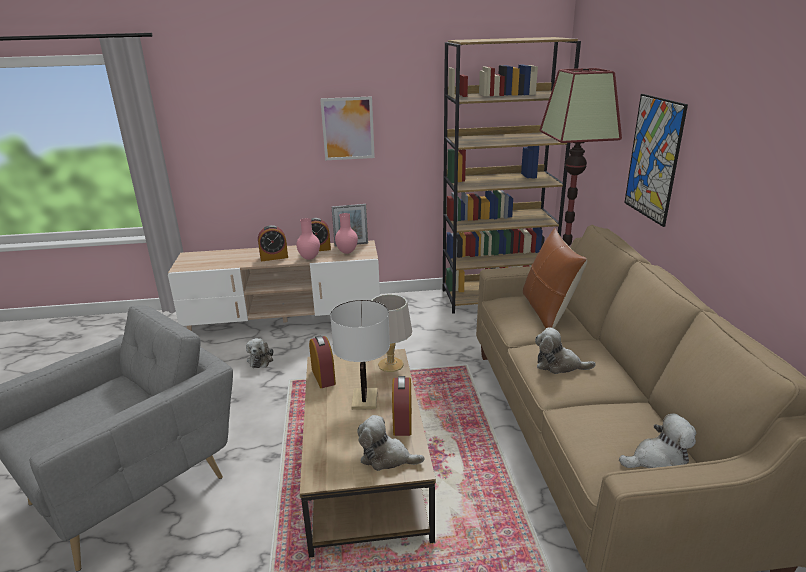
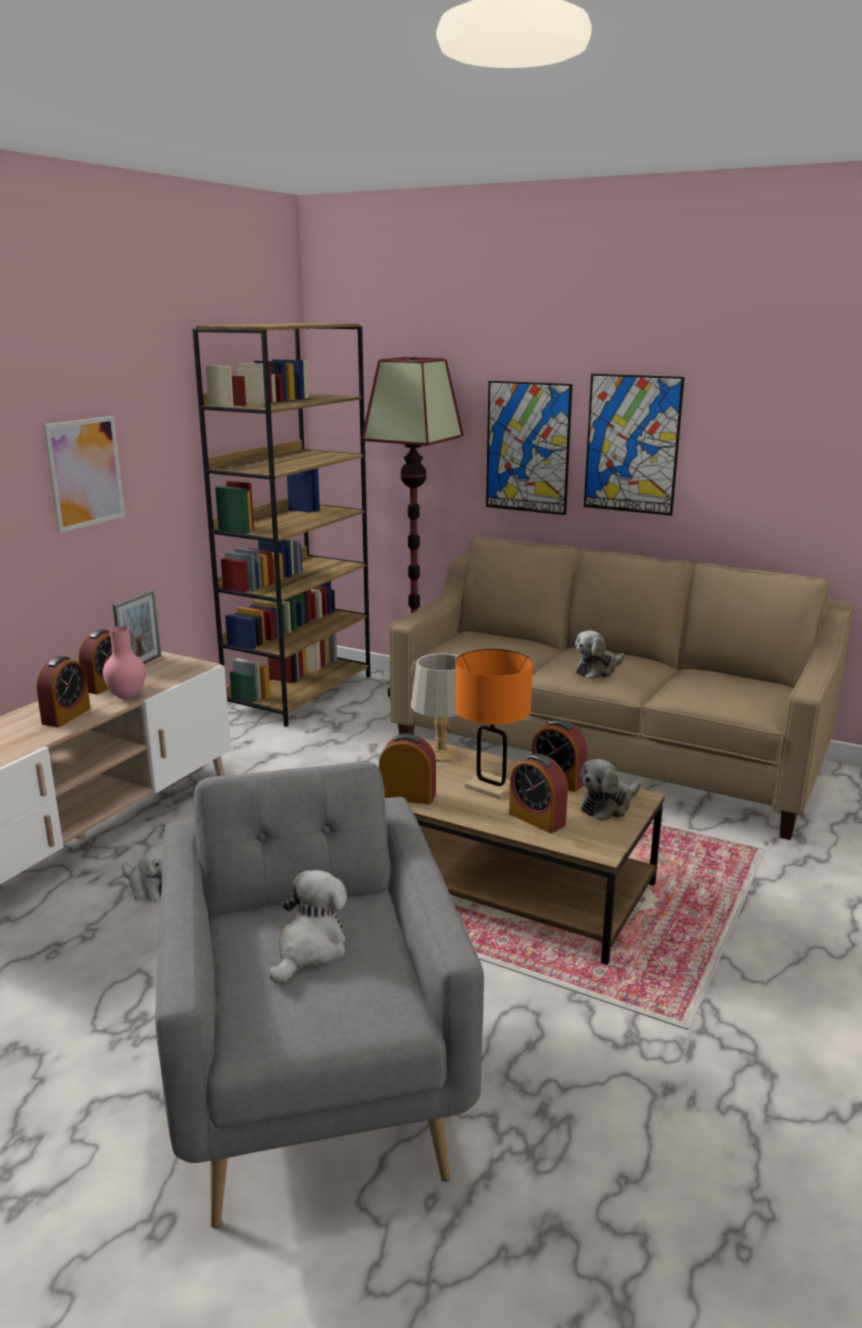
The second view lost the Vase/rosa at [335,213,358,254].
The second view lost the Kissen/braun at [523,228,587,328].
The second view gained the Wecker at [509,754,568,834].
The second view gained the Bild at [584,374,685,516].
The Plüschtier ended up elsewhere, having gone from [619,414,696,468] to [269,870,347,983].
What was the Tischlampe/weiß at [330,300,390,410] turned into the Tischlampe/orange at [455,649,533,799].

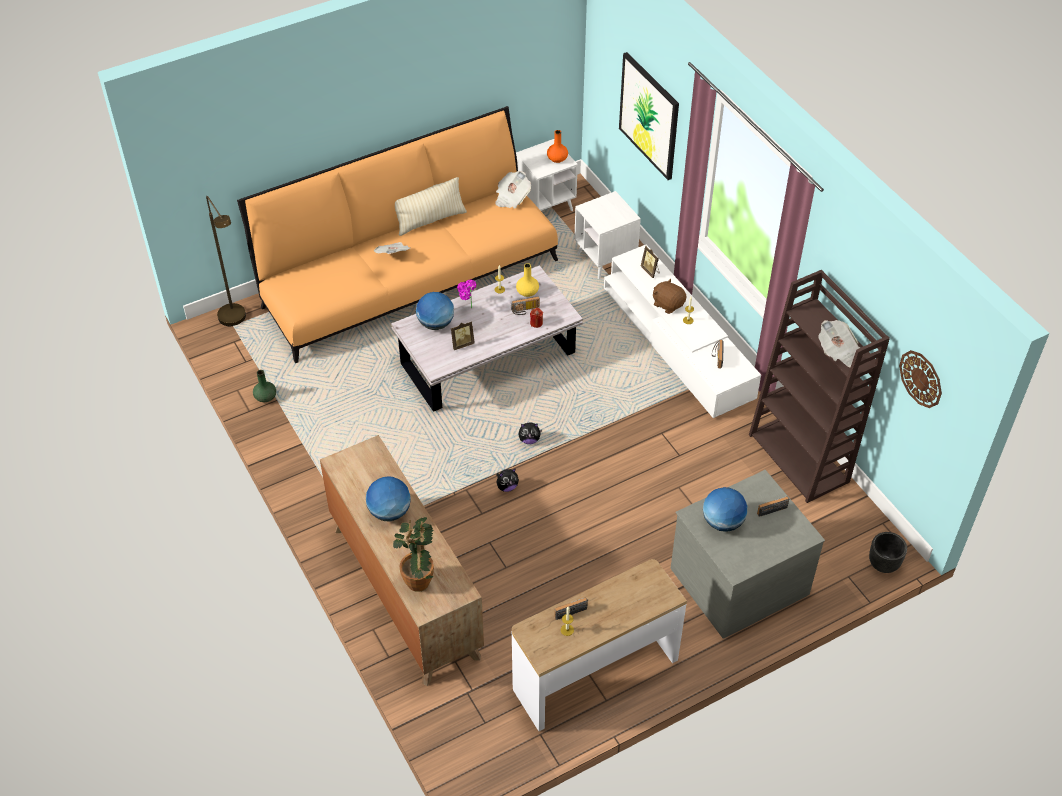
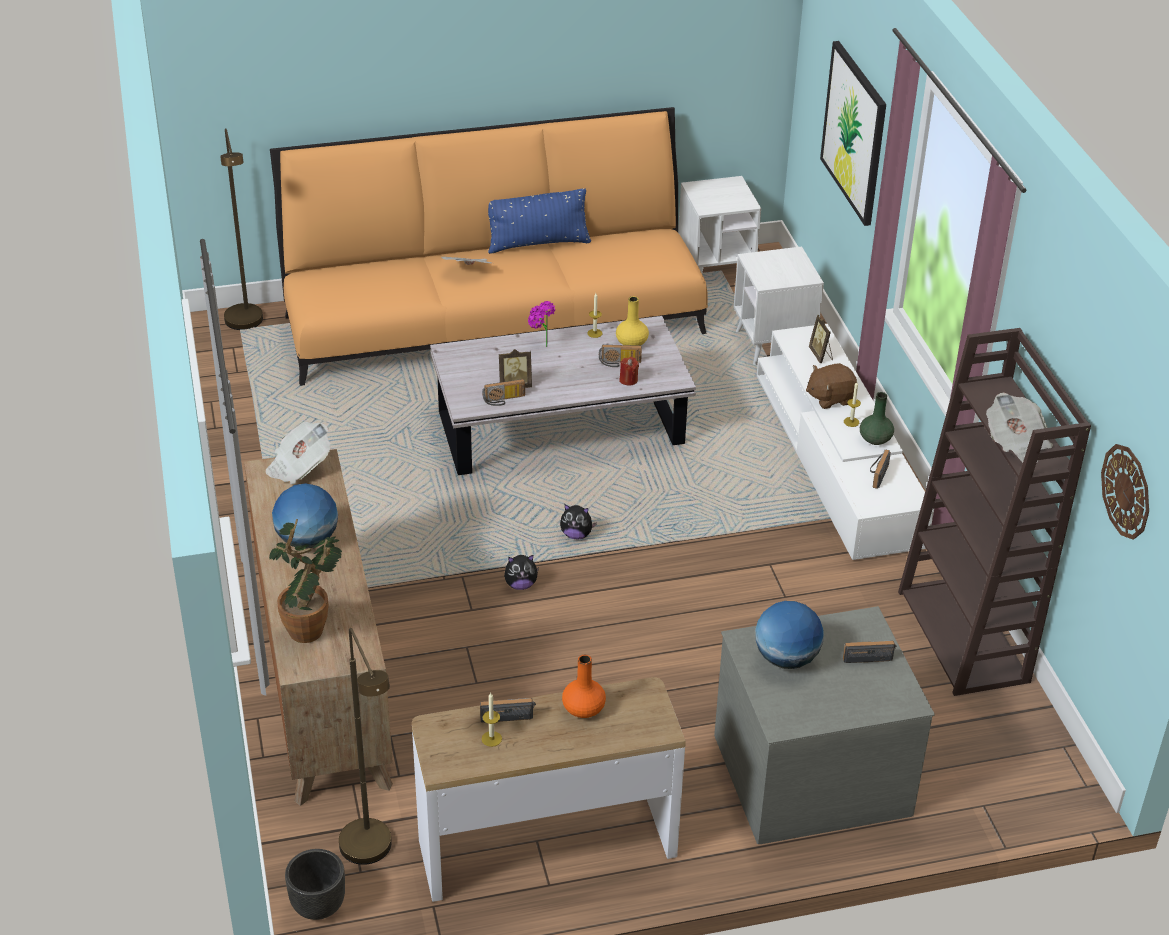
The second view lost the Globus at [416,292,454,330].
The second view gained the Stehlampe/braun at [339,628,392,865].
The second view gained the Radio at [482,379,525,406].
The Vase/grün ended up elsewhere, having gone from [253,370,276,402] to [860,392,894,445].
The Zeitung ended up elsewhere, having gone from [495,171,531,208] to [265,422,331,484].
The Vase/orange ended up elsewhere, having gone from [547,130,568,163] to [562,655,606,718].
The Pflanzkübel/schwarz ended up elsewhere, having gone from [869,532,907,573] to [285,849,345,920].
What was the Kissen/beige at [395,177,467,236] turned into the Kissen/blau at [488,189,591,254].
The Plüschtier/braun at [653,279,687,314] ended up facing another way, 75 degrees counterclockwise from before.

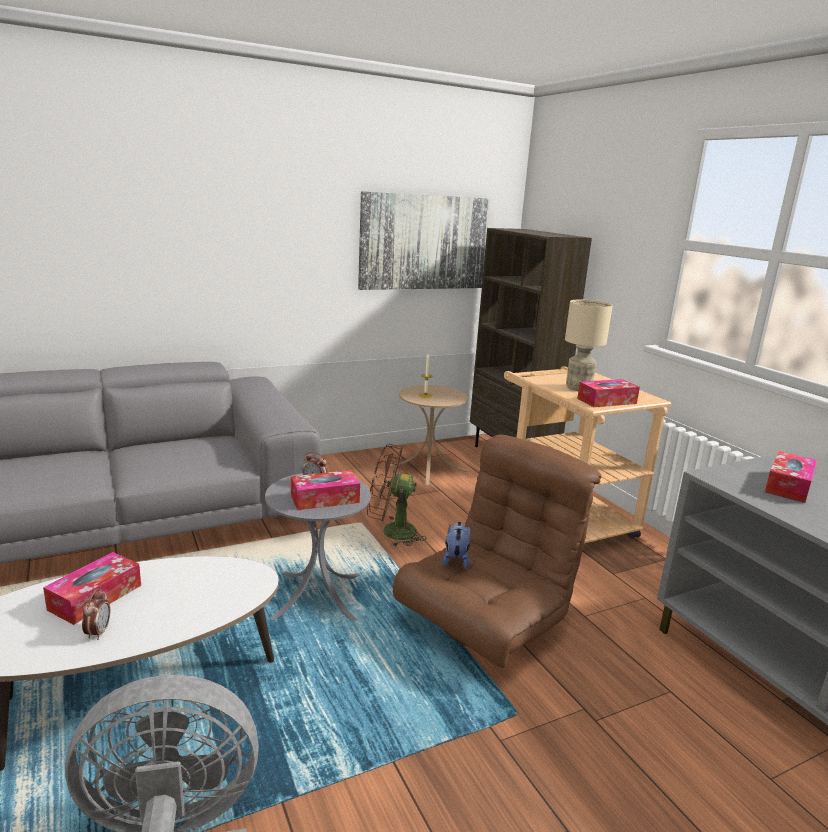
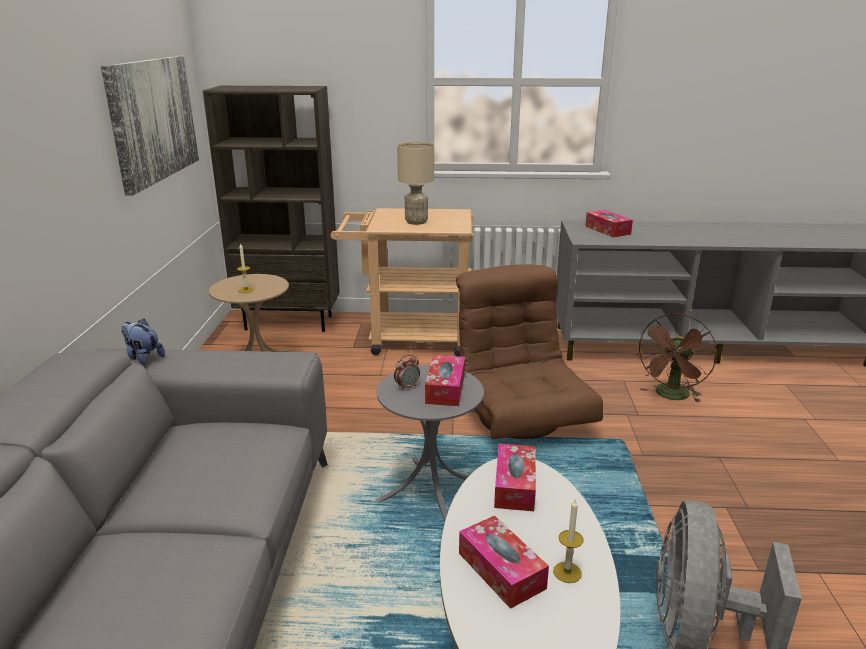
The Ventilator/braun ended up elsewhere, having gone from [367,444,426,547] to [636,313,717,403].
The Plüschtier ended up elsewhere, having gone from [443,522,470,569] to [121,319,165,365].
The Taschentuchbox ended up elsewhere, having gone from [577,379,640,407] to [494,444,536,511].
Where the Wecker stood at [82,589,110,640], the Kerze came to stand at [553,500,584,583].

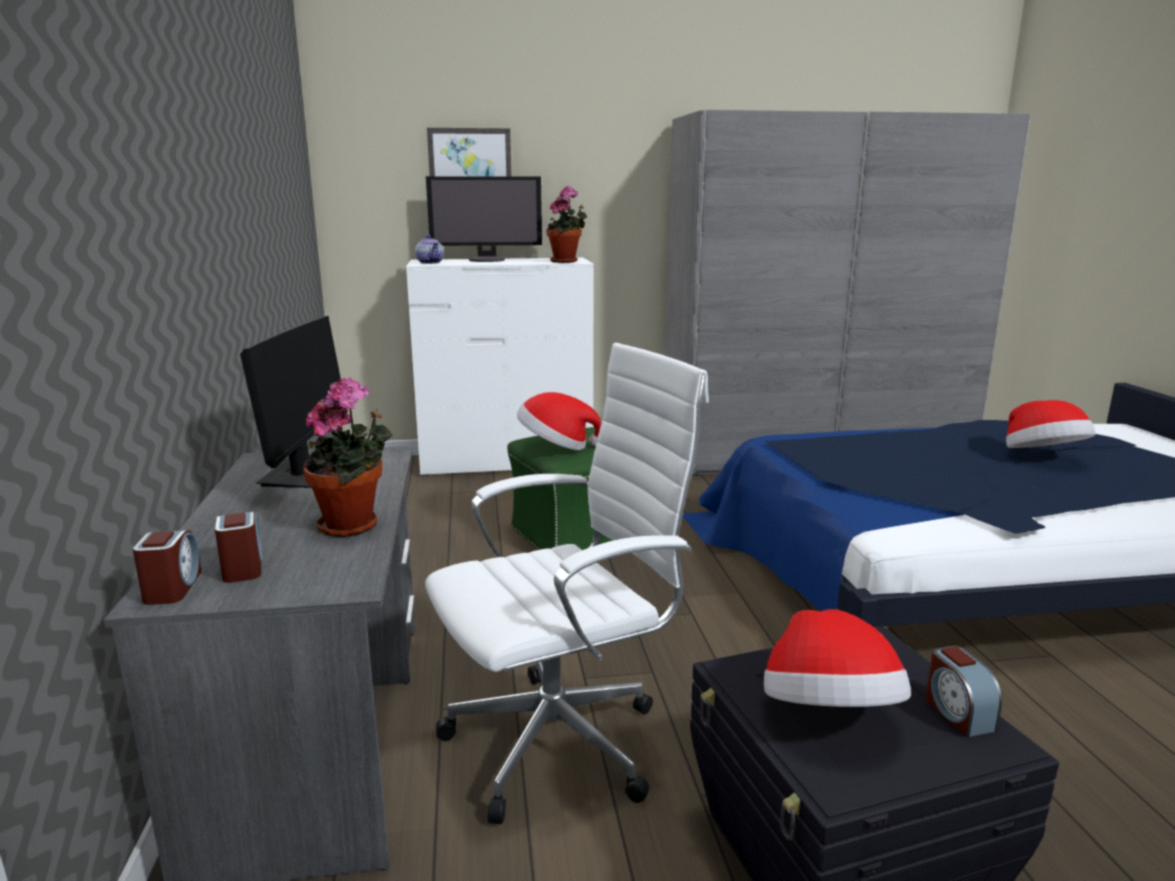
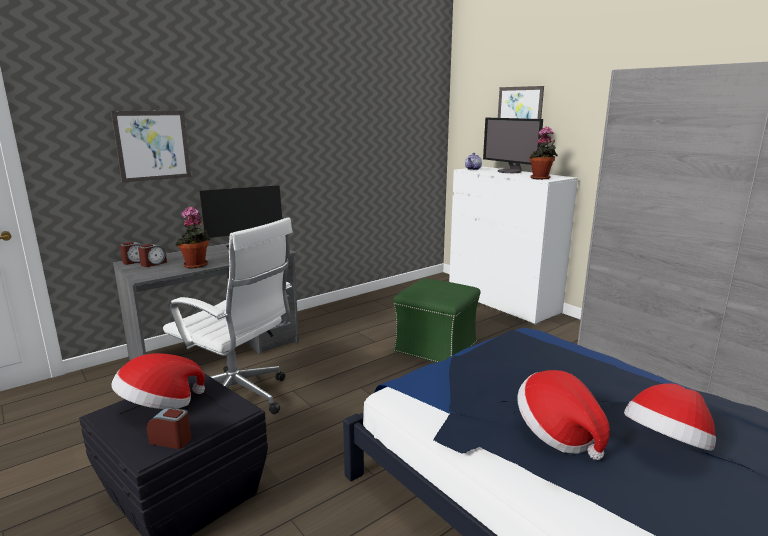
The second view gained the Bild at [111,111,191,183].
The Hut ended up elsewhere, having gone from [517,392,601,450] to [517,370,610,460].
The Wecker at [925,646,1002,737] ended up facing another way, 60 degrees clockwise from before.

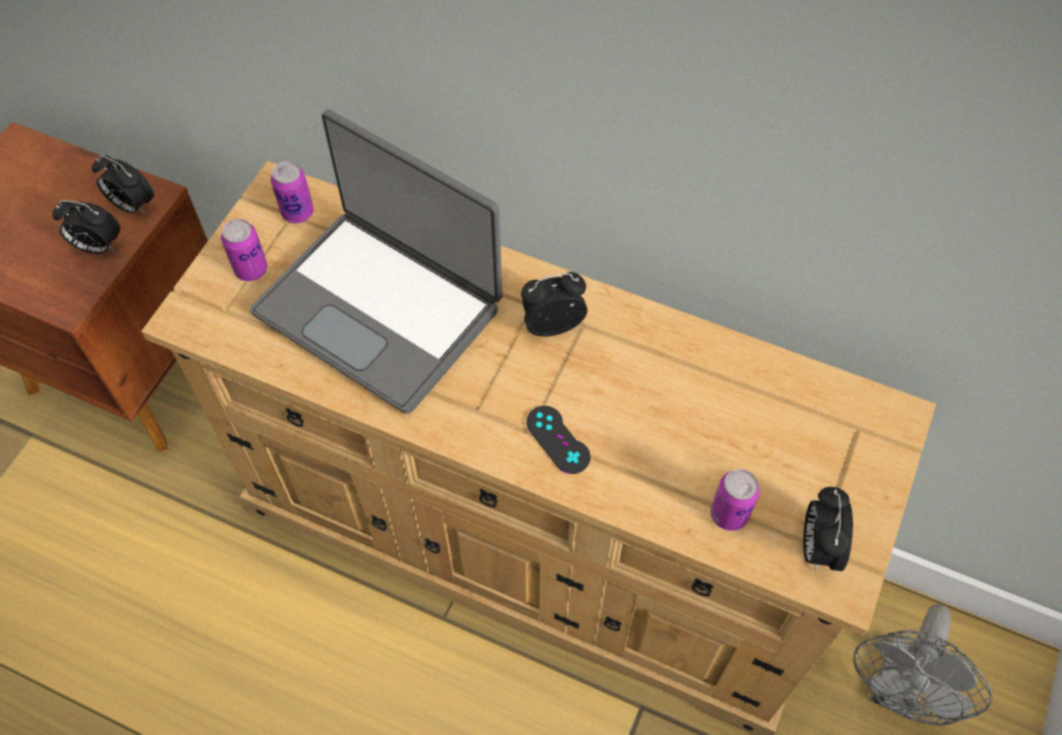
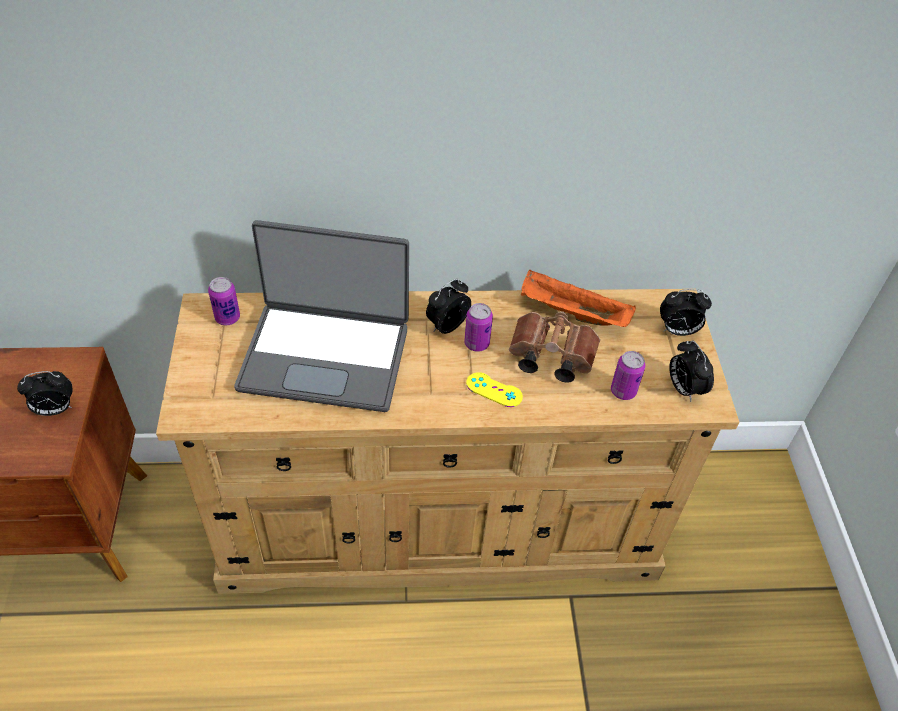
The second view lost the Ventilator/grau at [853,604,992,725].
The second view gained the Fernglas/braun at [509,311,600,383].
The second view gained the Tablett/orange at [521,269,636,327].
The Wecker ended up elsewhere, having gone from [92,155,154,214] to [660,289,712,336].
The Dose ended up elsewhere, having gone from [221,219,267,281] to [464,303,493,352].
What was the Gamepad/schwarz at [526,406,590,474] turned into the Gamepad/gelb at [466,372,523,407].

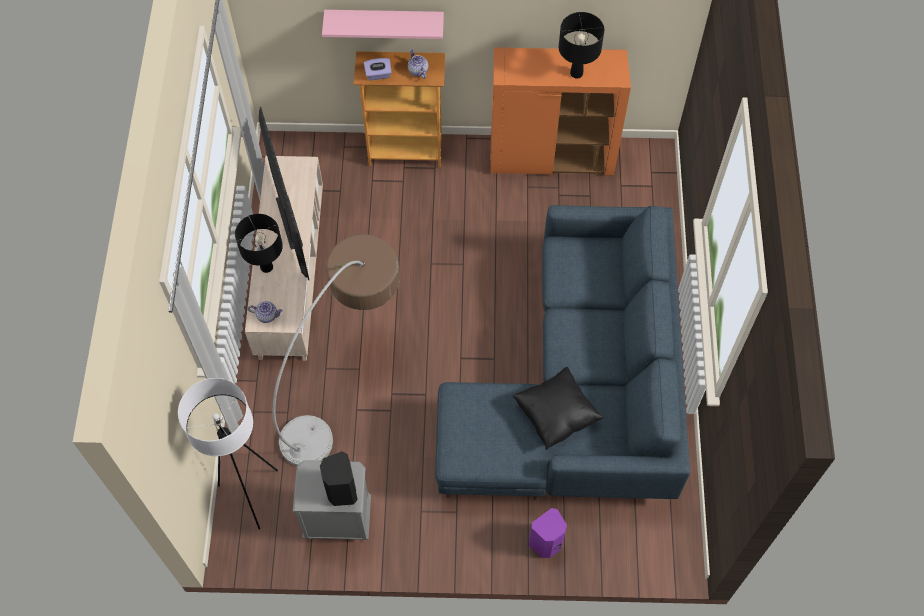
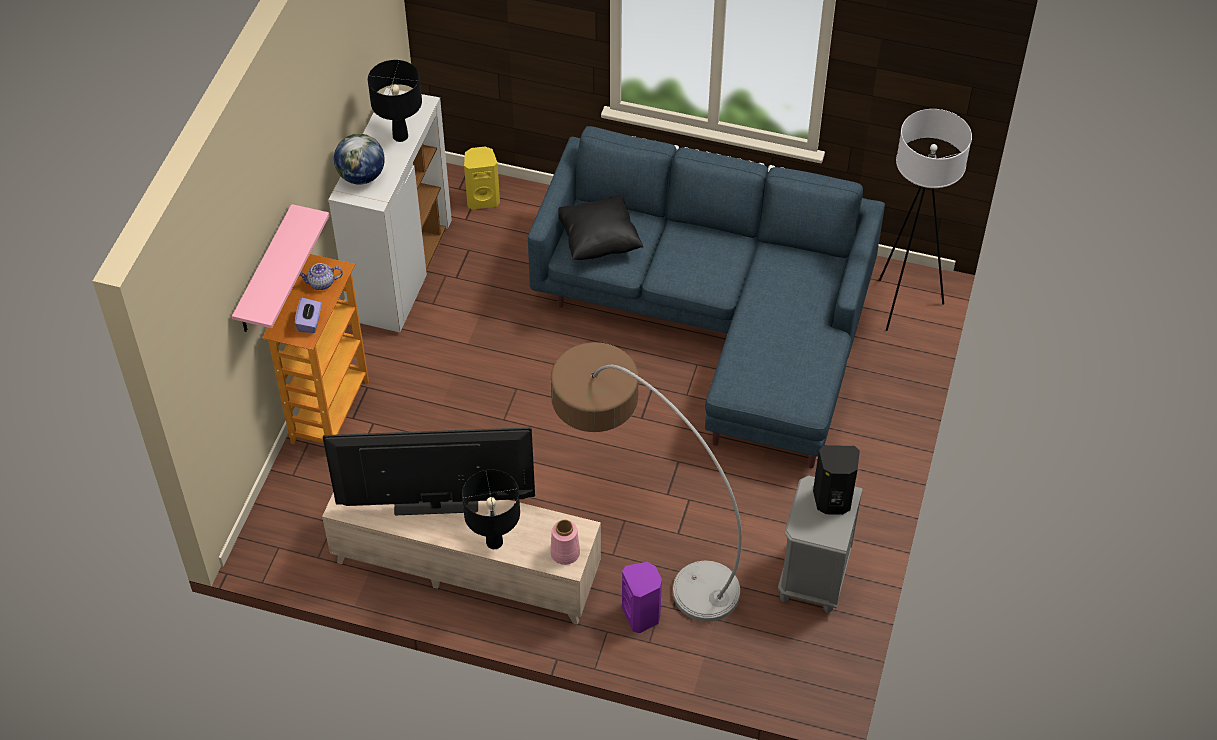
The second view gained the Globus at [334,134,385,185].
The second view gained the Lautsprecher/gelb at [464,147,500,209].
The Stehlampe/weiß ended up elsewhere, having gone from [178,378,278,530] to [879,109,972,331].
The Kissen/schwarz ended up elsewhere, having gone from [512,367,603,450] to [558,194,643,260].
The Lautsprecher/lila ended up elsewhere, having gone from [529,508,567,558] to [622,562,662,633].
Where the Teekanne stood at [248,301,283,323], the Vase/rosa came to stand at [550,520,580,565].
What was the Schrank/orange at [490,48,631,175] turned into the Schrank/weiß at [329,88,452,332].

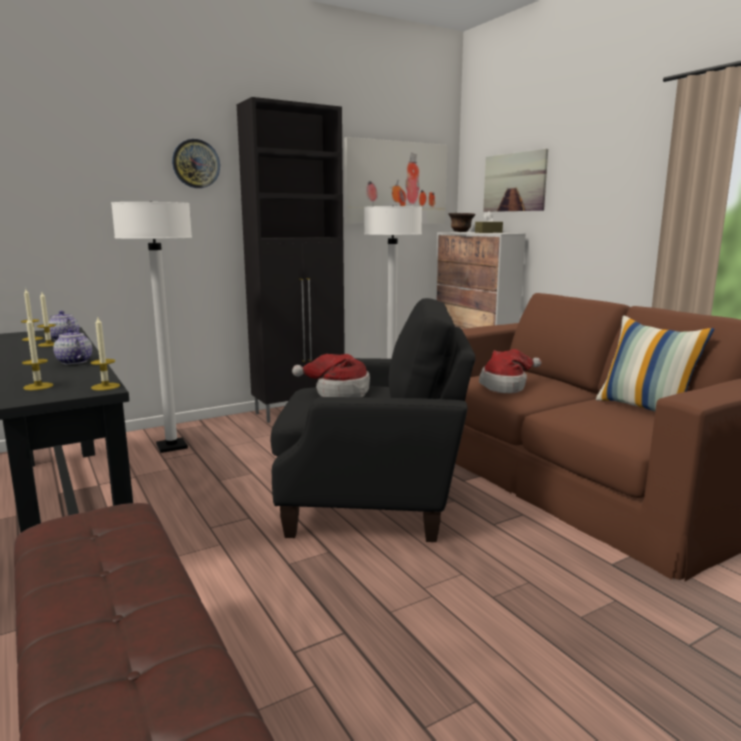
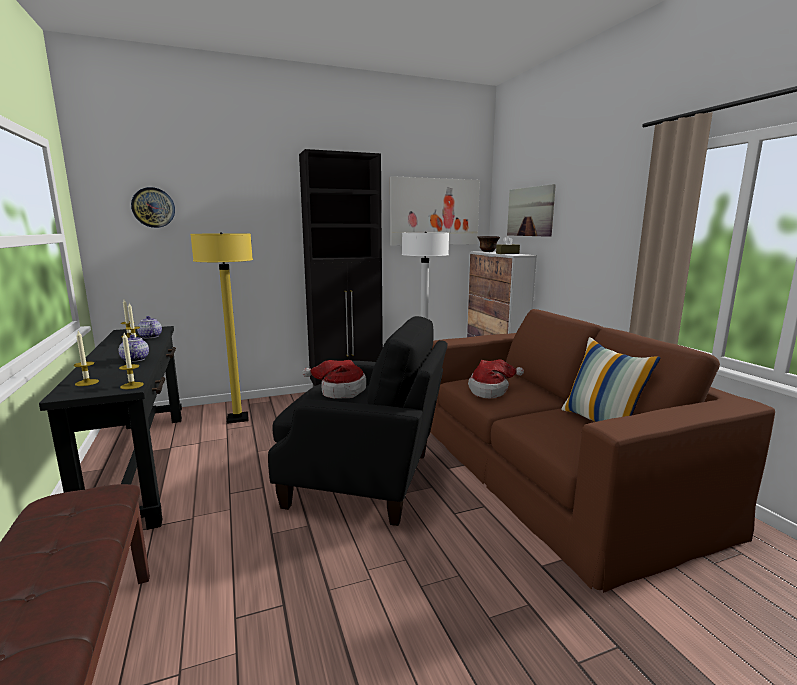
The Wanduhr ended up elsewhere, having gone from [172,139,220,188] to [131,187,175,228].
What was the Stehlampe/weiß at [111,201,192,453] turned into the Stehlampe/gelb at [190,233,253,424].

